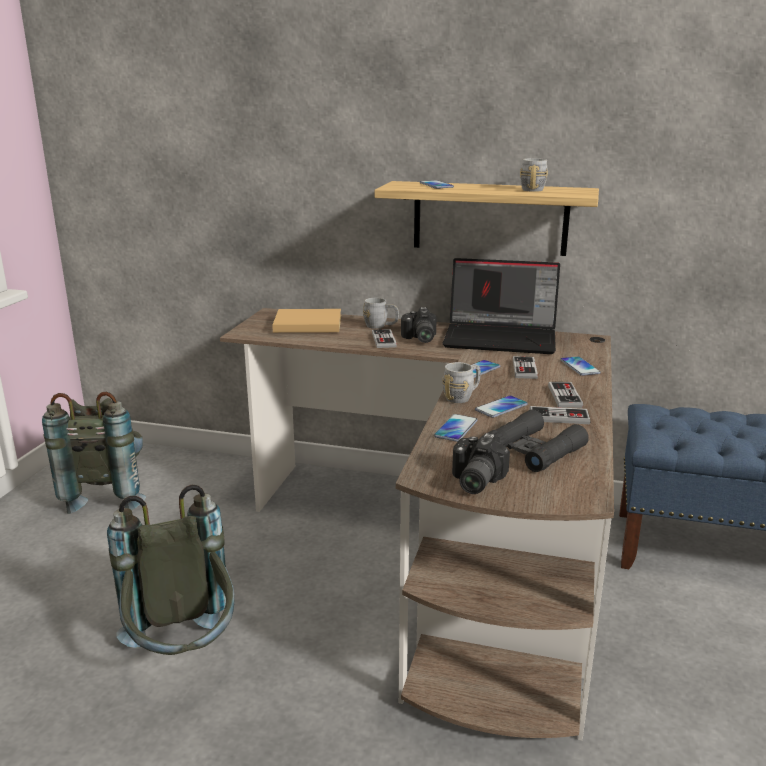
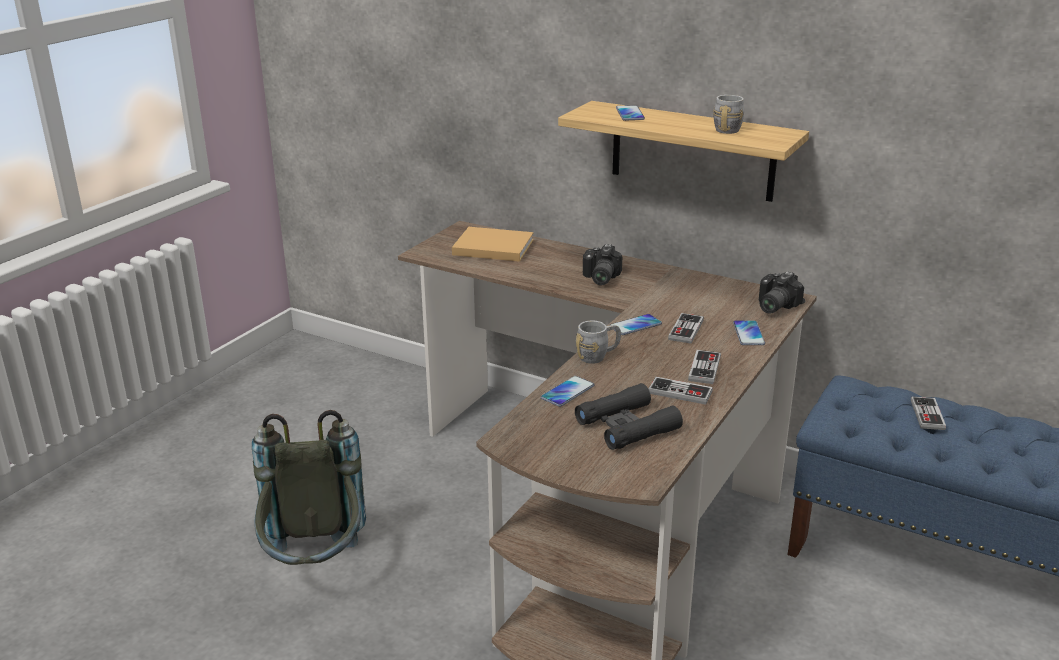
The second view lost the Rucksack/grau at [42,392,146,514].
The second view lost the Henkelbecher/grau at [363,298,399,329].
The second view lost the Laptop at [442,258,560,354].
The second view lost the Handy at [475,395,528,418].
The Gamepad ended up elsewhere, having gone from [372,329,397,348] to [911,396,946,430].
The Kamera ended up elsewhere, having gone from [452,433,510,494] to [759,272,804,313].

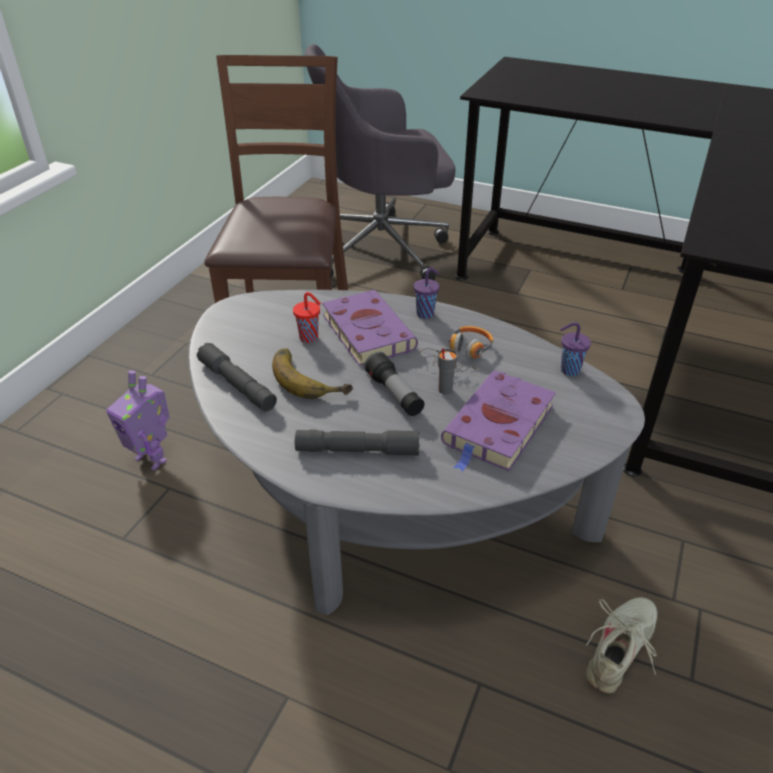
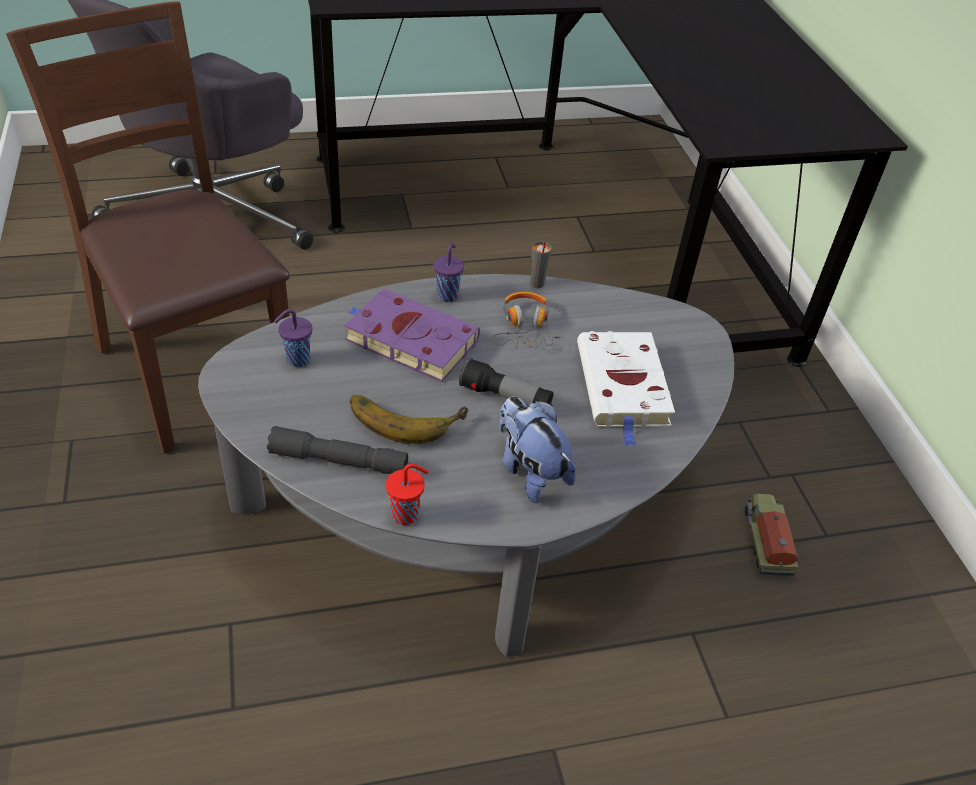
The second view lost the Spielzeugroboter at [106,370,170,471].
The Tasse/rot ended up elsewhere, having gone from [293,292,321,343] to [386,464,429,525].
The Tasse/grau ended up elsewhere, having gone from [438,348,458,395] to [530,242,552,288].
The Tasse/lila ended up elsewhere, having gone from [560,322,591,376] to [274,309,312,367].
Where the Taschenlampe/grau stood at [295,429,420,456], the Plüschtier came to stand at [500,396,576,503].
Where the Schuh/beige stood at [586,597,658,693], the Spielzeuglaster came to stand at [745,494,799,576].
What was the Buch/lila at [441,370,556,472] turned into the Buch/weiß at [577,331,675,446].

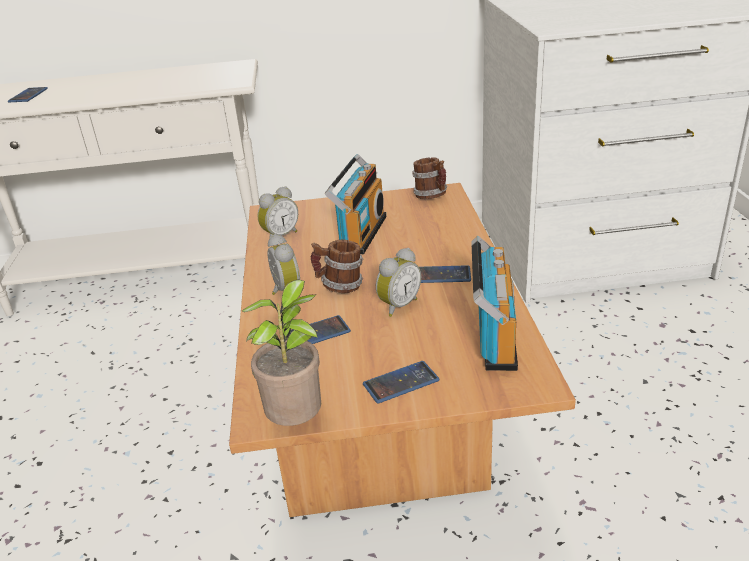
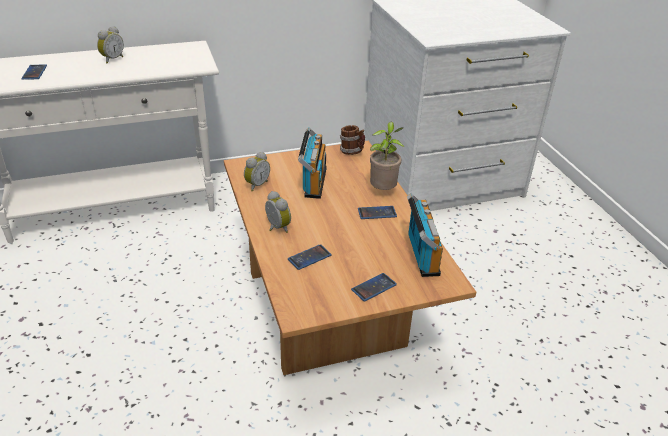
The second view lost the Henkelbecher at [311,240,363,293].
The Topfpflanze ended up elsewhere, having gone from [242,280,321,426] to [370,122,404,190].
The Wecker ended up elsewhere, having gone from [376,248,421,317] to [97,26,124,64].

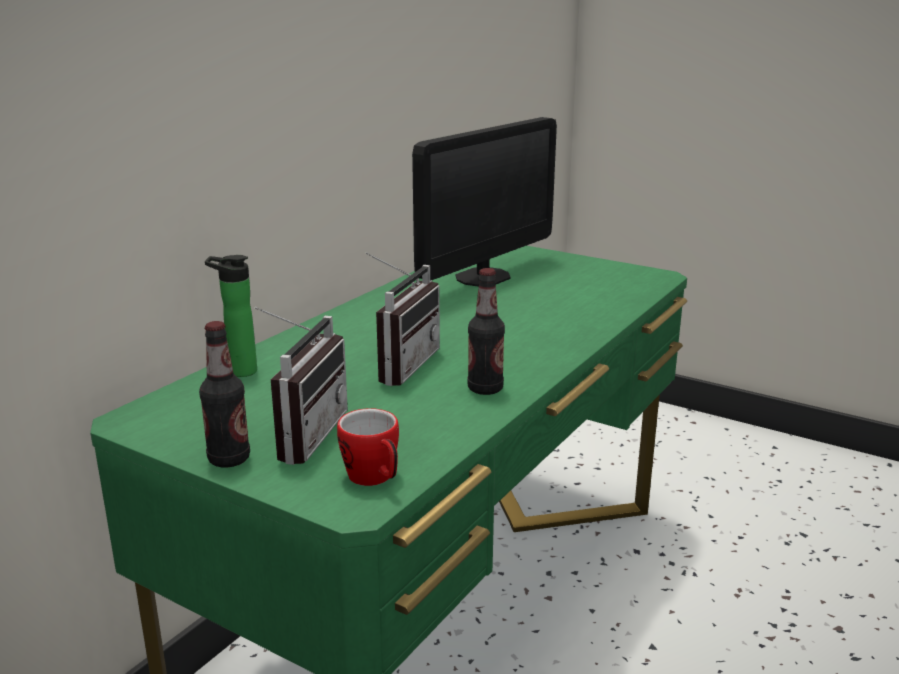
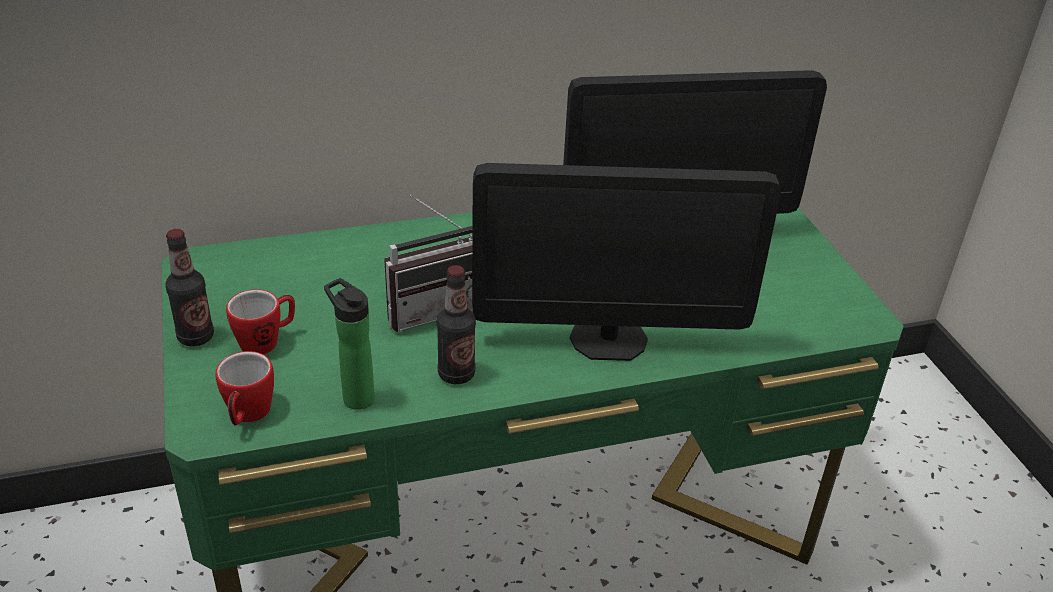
The second view gained the Monitor at [472,163,781,361].
The Flasche ended up elsewhere, having gone from [205,255,257,377] to [324,278,375,410].
Where the Radio stood at [254,307,348,465], the Henkelbecher came to stand at [226,289,295,354].

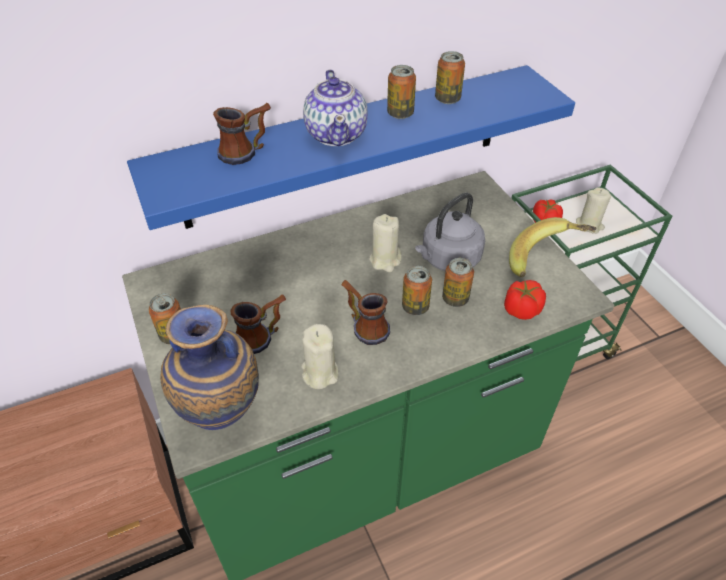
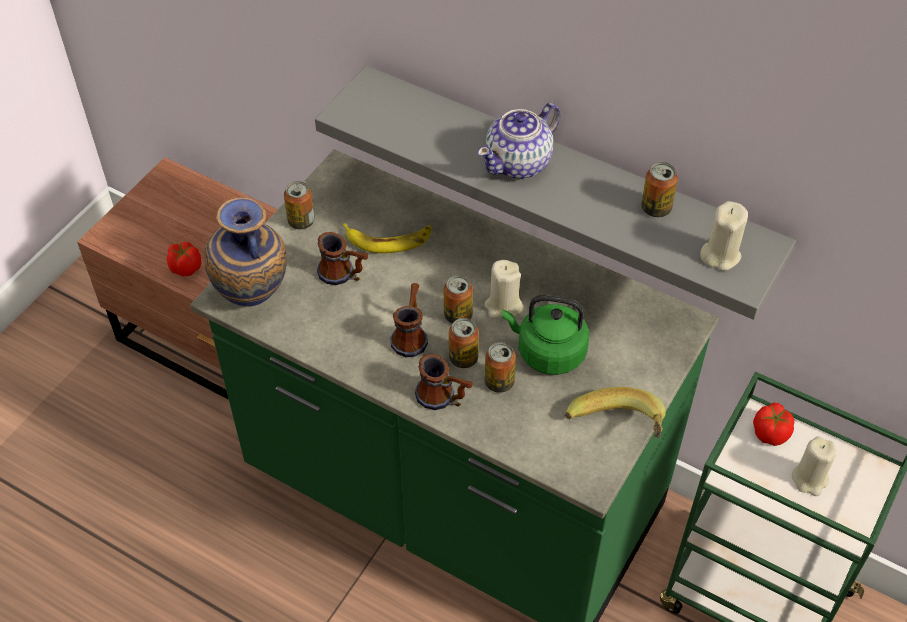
The second view gained the Banane at [343,223,432,253].
The Henkelbecher ended up elsewhere, having gone from [213,103,271,165] to [415,354,473,410].
The Kerze/beige ended up elsewhere, having gone from [301,324,339,389] to [700,201,748,271].
The Dose ended up elsewhere, having gone from [387,65,416,119] to [444,275,473,324].
The Tomate ended up elsewhere, having gone from [504,280,546,320] to [167,242,201,276].
What was the Wandregal/blau at [127,65,575,230] turned into the Wandregal/grau at [315,66,796,320].
What was the Wasserkessel/grau at [415,193,485,271] turned into the Wasserkessel/grün at [502,294,589,375].

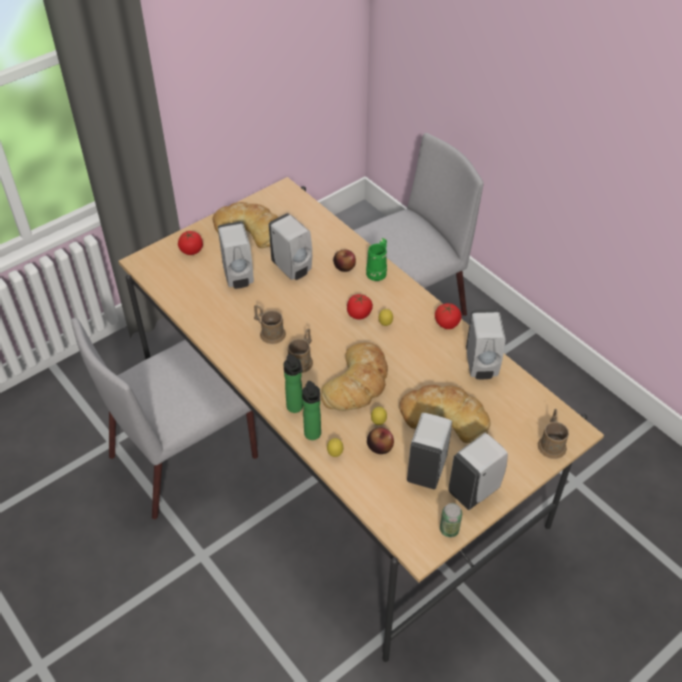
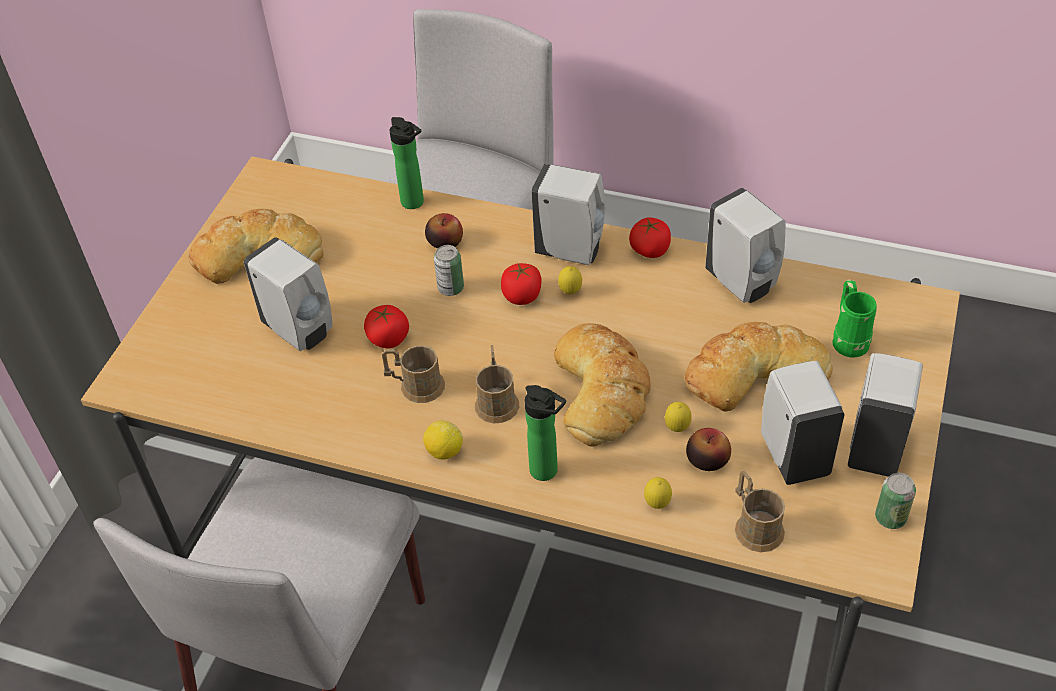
The second view gained the Zitrone at [423,421,463,460].
The second view gained the Dose at [434,245,464,296].
The Tomate ended up elsewhere, having gone from [178,231,203,255] to [364,305,409,348].
The Seifenspender/weiß ended up elsewhere, having gone from [269,213,312,280] to [532,164,605,265].
The Flasche ended up elsewhere, having gone from [302,381,321,440] to [389,117,424,209].
The Henkelbecher/grün ended up elsewhere, having gone from [366,238,387,281] to [832,279,877,357].
The Henkelbecher/braun ended up elsewhere, having gone from [538,409,569,459] to [735,471,785,552].

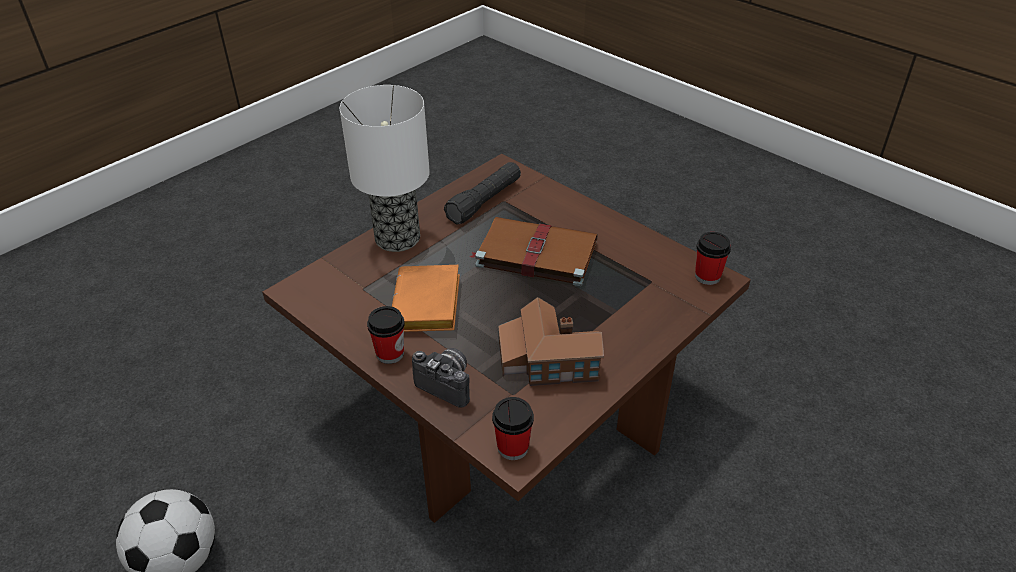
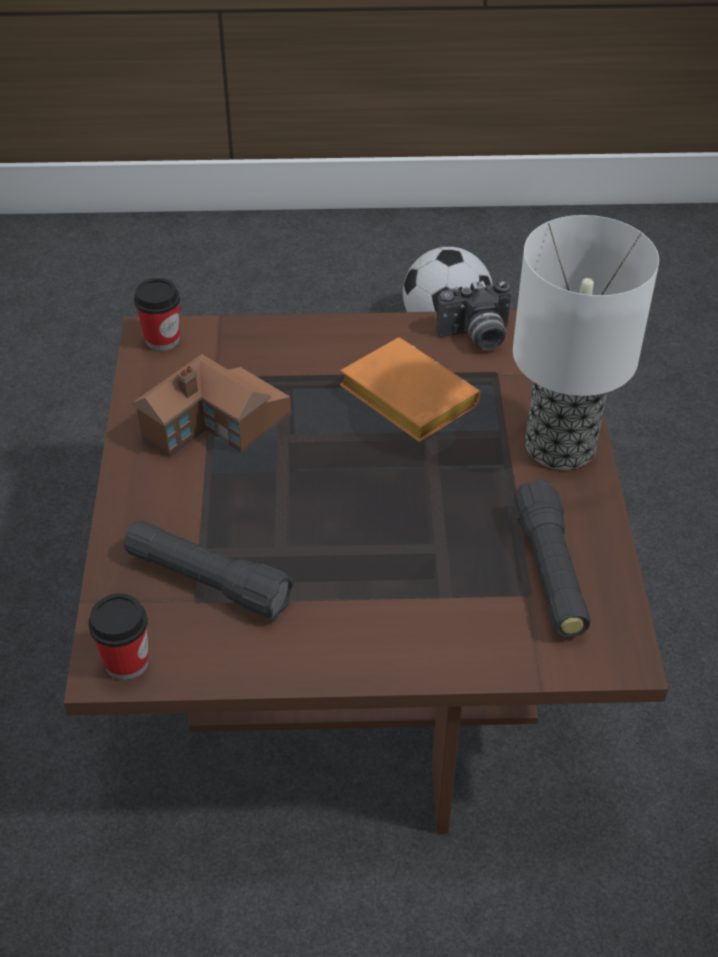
The second view lost the Tasse at [367,306,405,364].
The second view lost the Buch/braun at [470,217,598,286].
The second view gained the Taschenlampe/schwarz at [124,520,294,619].
The Kamera ended up elsewhere, having gone from [412,348,470,408] to [437,281,512,350].

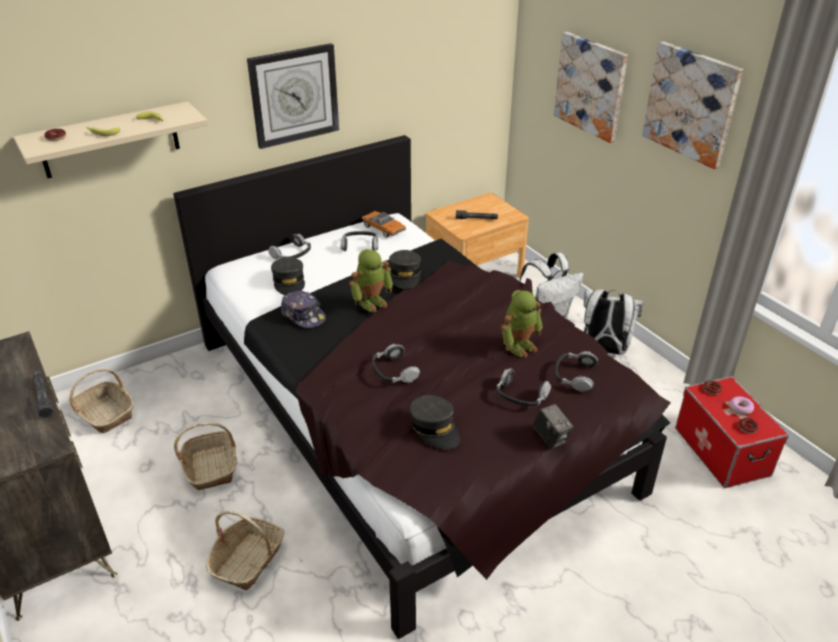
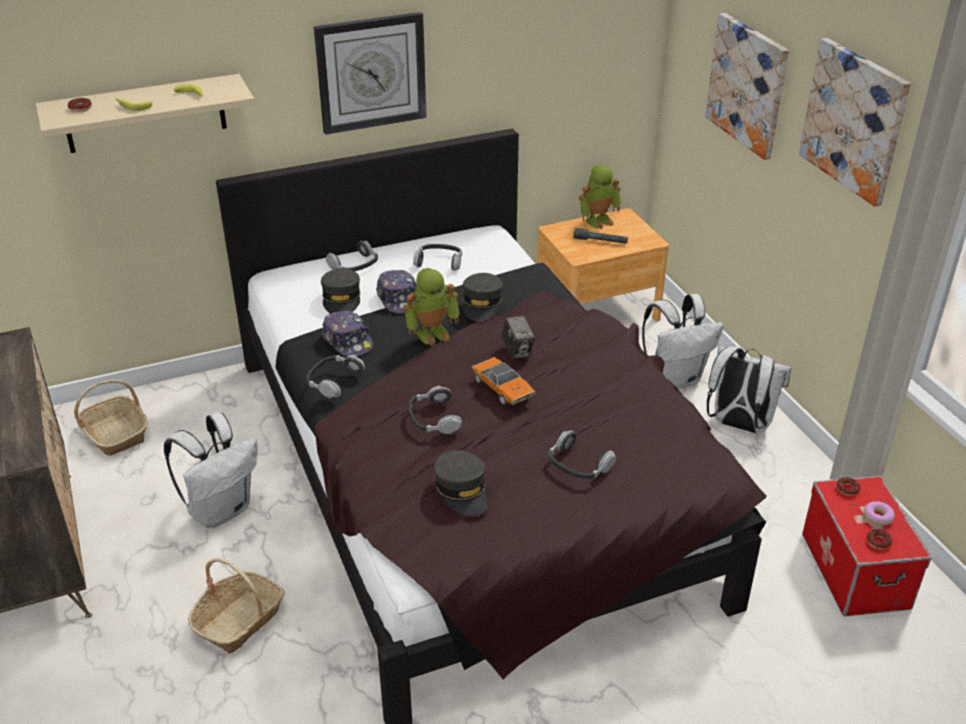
The second view lost the Taschenlampe/grau at [33,371,53,419].
The second view gained the Kappe at [376,270,416,313].
The Spielzeugauto ended up elsewhere, having gone from [362,211,406,237] to [472,357,535,406].
The Spielzeugroboter ended up elsewhere, having gone from [501,290,543,358] to [579,165,621,229].
The Kamera ended up elsewhere, having gone from [533,404,574,449] to [501,315,535,359].
The Kopfhörer ended up elsewhere, having gone from [555,351,598,392] to [307,355,365,398].
Where the Korb stood at [174,422,237,490], the Rucksack/weiß came to stand at [164,412,258,528].

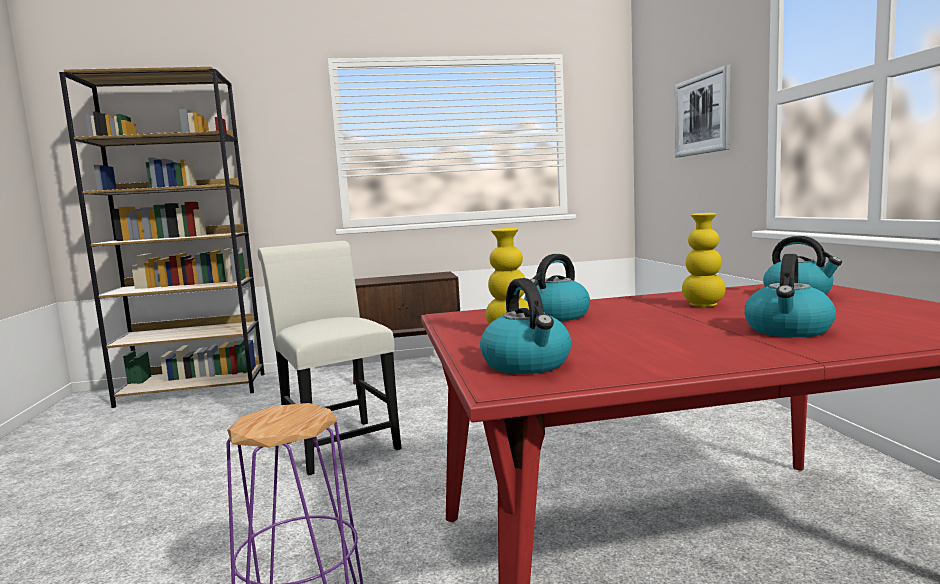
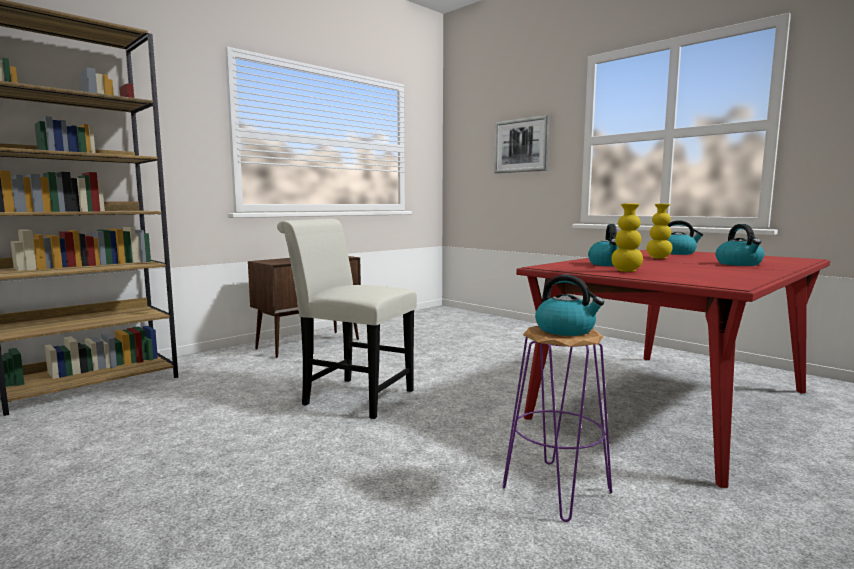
The Wasserkessel ended up elsewhere, having gone from [480,278,571,374] to [535,275,604,336].

